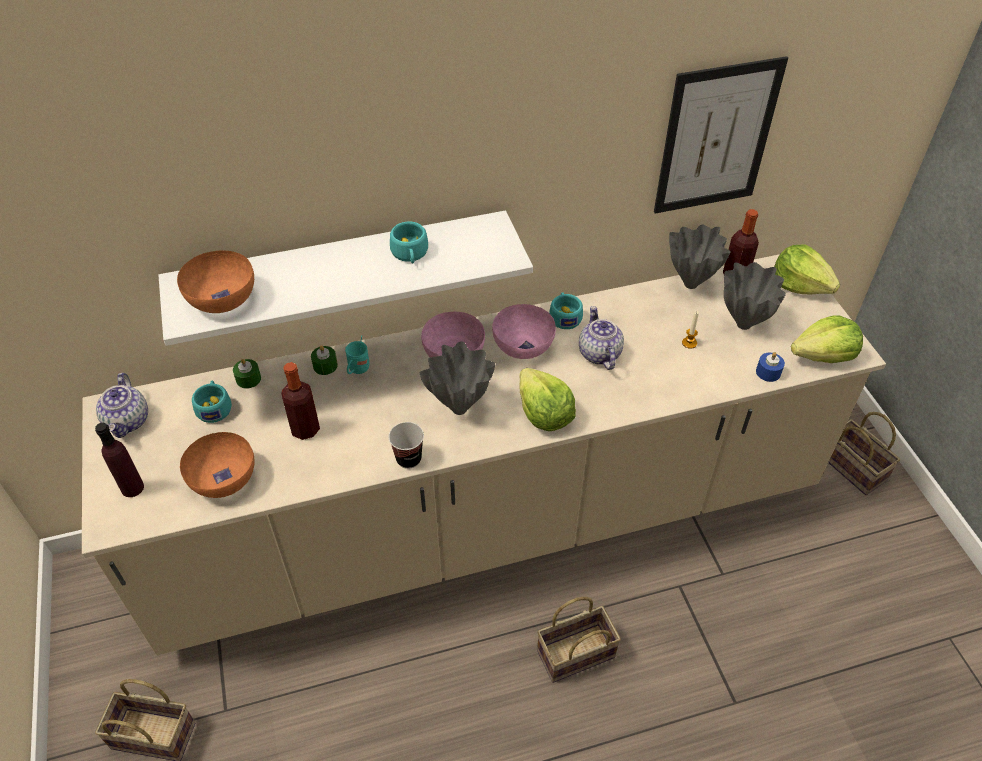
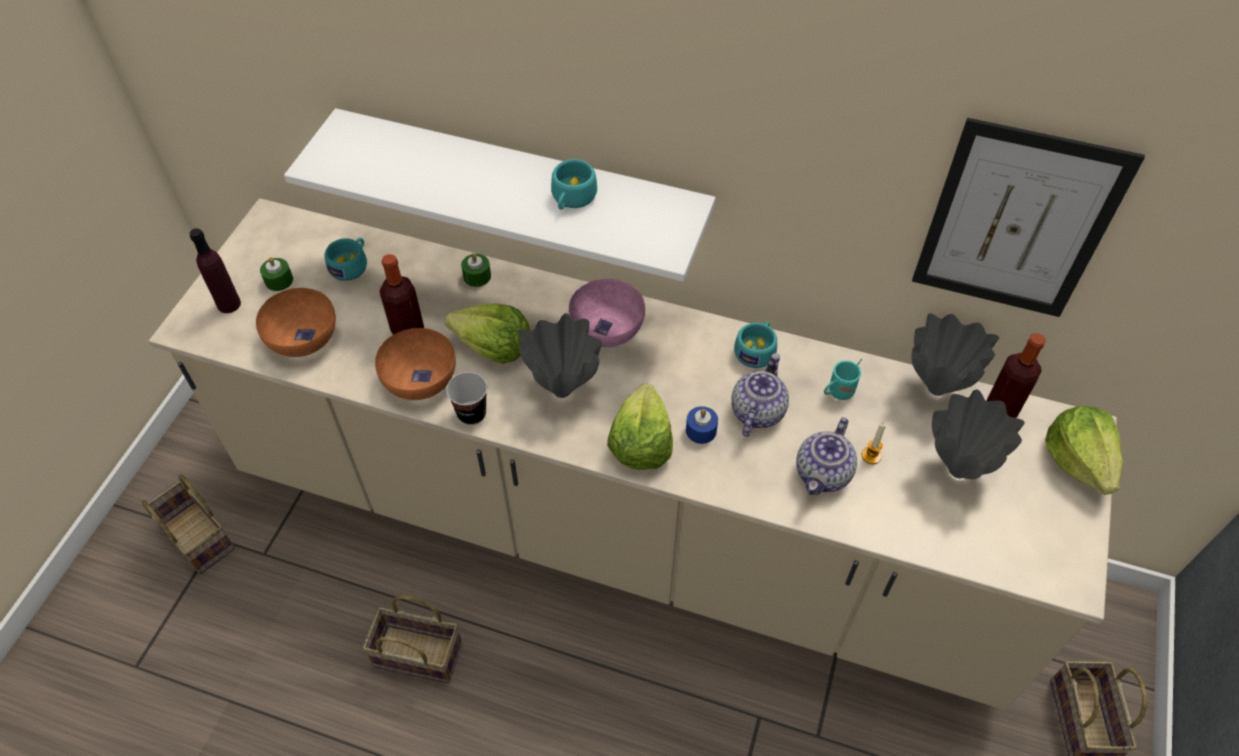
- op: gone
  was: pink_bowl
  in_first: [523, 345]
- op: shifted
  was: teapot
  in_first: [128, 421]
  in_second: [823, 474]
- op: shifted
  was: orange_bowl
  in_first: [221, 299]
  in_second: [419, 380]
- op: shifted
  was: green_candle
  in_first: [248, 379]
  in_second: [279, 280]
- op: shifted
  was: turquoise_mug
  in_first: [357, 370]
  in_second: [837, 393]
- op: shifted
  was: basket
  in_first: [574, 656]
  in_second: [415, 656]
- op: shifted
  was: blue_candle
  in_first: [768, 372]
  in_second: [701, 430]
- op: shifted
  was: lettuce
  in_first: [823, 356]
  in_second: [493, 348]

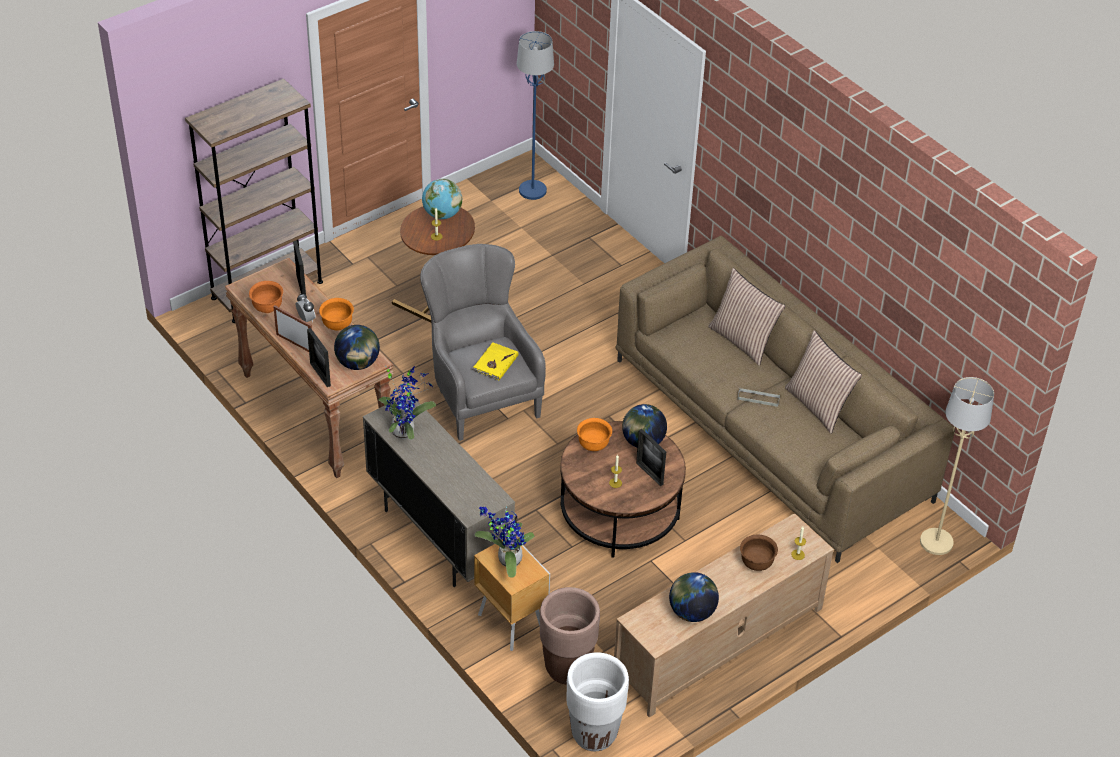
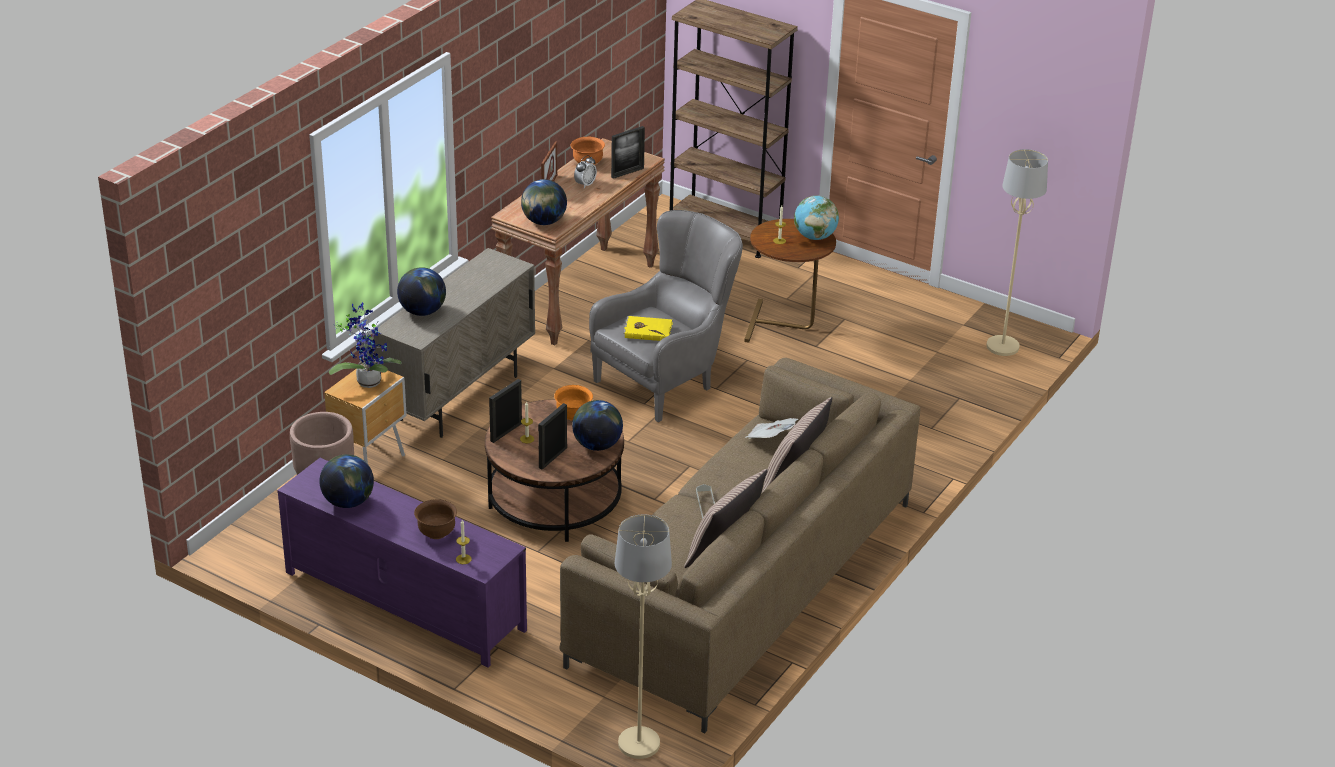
- op: gone
  was: orange_bowl
  in_first: [337, 325]
- op: gone
  was: potted_plant
  in_first: [405, 430]
- op: gone
  was: white_planter
  in_first: [594, 734]
- op: new
  now: globe
  in_second: [422, 311]
- op: new
  now: newspaper
  in_second: [770, 439]
- op: shifted
  was: picture_frame
  in_first: [320, 374]
  in_second: [506, 432]
- op: repainted
  was: blue_floor_lamp
  now: beige_floor_lamp
  in_first: [532, 190]
  in_second: [1003, 346]
- op: repainted
  was: beige_tv_stand
  now: purple_tv_stand
  in_first: [718, 643]
  in_second: [403, 600]

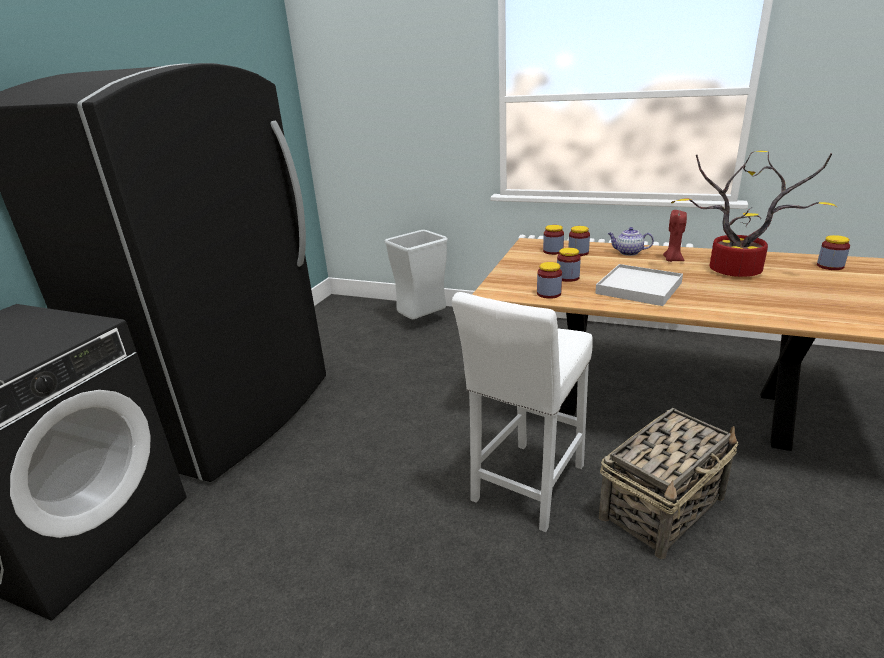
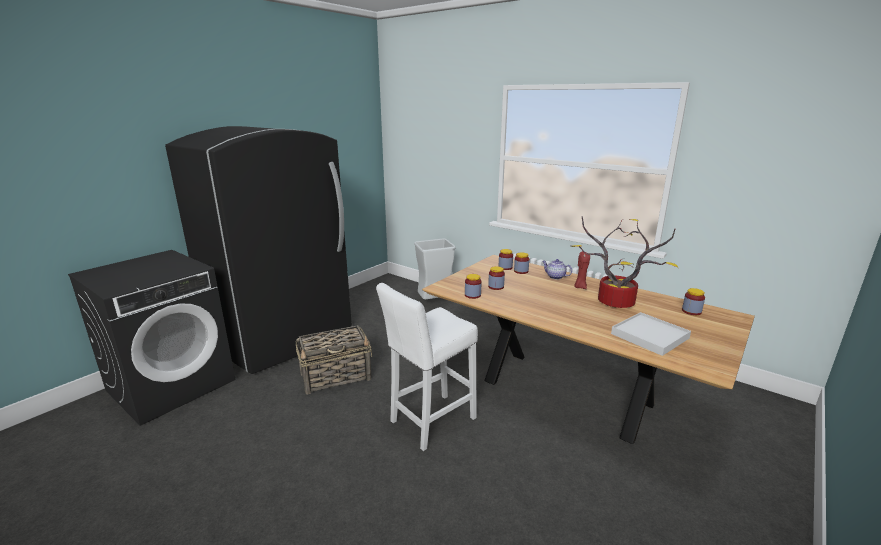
- op: shifted
  was: white_tray
  in_first: [638, 288]
  in_second: [649, 336]
- op: shifted
  was: basket
  in_first: [663, 507]
  in_second: [336, 376]

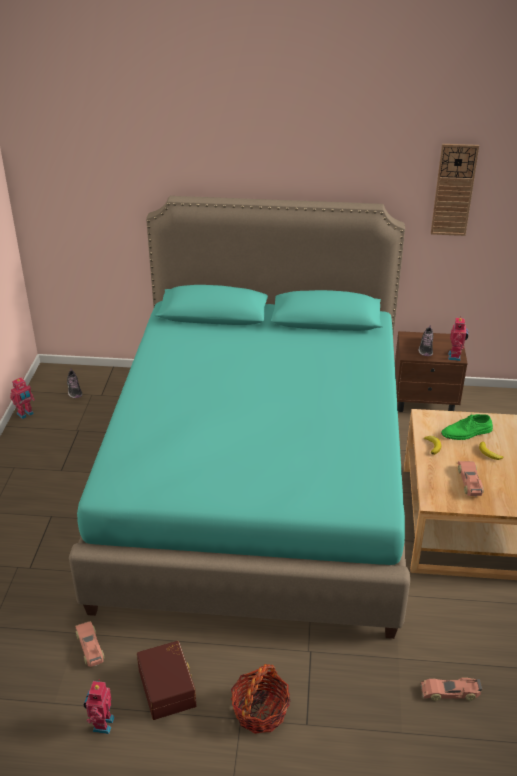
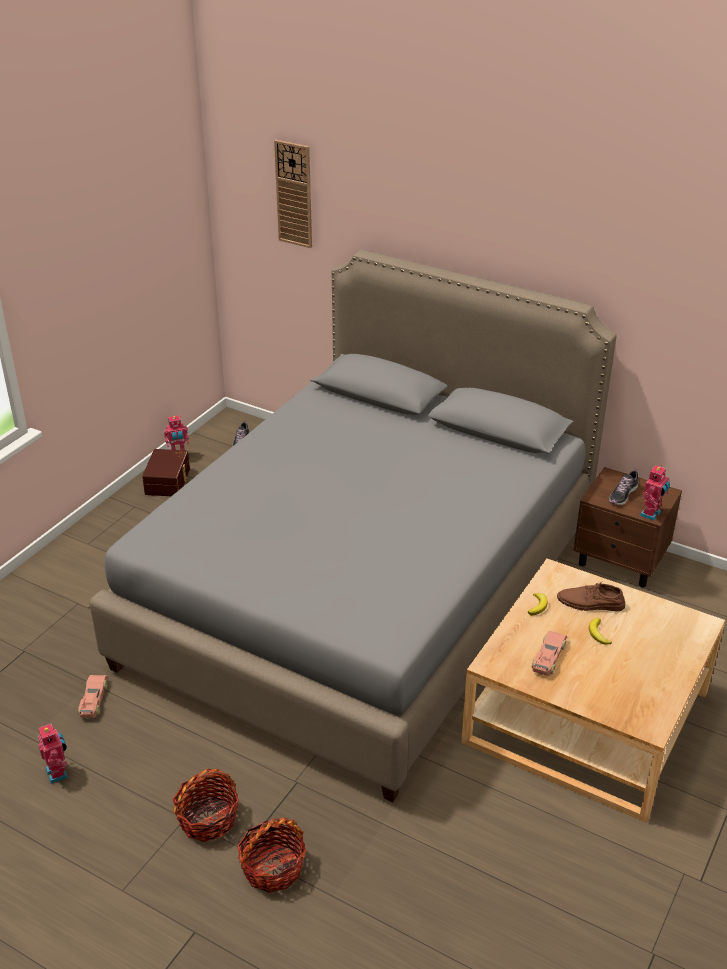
- op: gone
  was: toy_car
  in_first: [450, 692]
- op: new
  now: basket
  in_second: [272, 868]
- op: shifted
  was: brown_storage_box
  in_first: [168, 687]
  in_second: [169, 481]
- op: shifted
  was: wall_clock
  in_first: [453, 190]
  in_second: [294, 194]
- op: repainted
  was: turquoise_bed
  now: grey_bed
  in_first: [258, 482]
  in_second: [363, 594]
- op: repainted
  was: green_shoe
  now: brown_shoe
  in_first: [467, 432]
  in_second: [590, 603]
- op: rotated
  was: toy_robot
  in_first: [101, 724]
  in_second: [58, 773]
  clockwise: 120

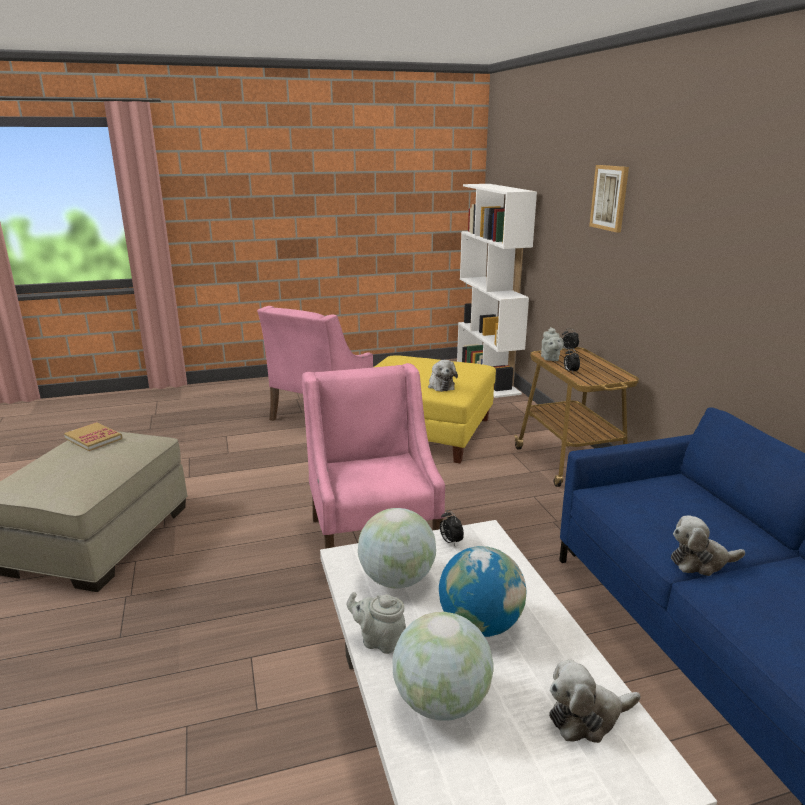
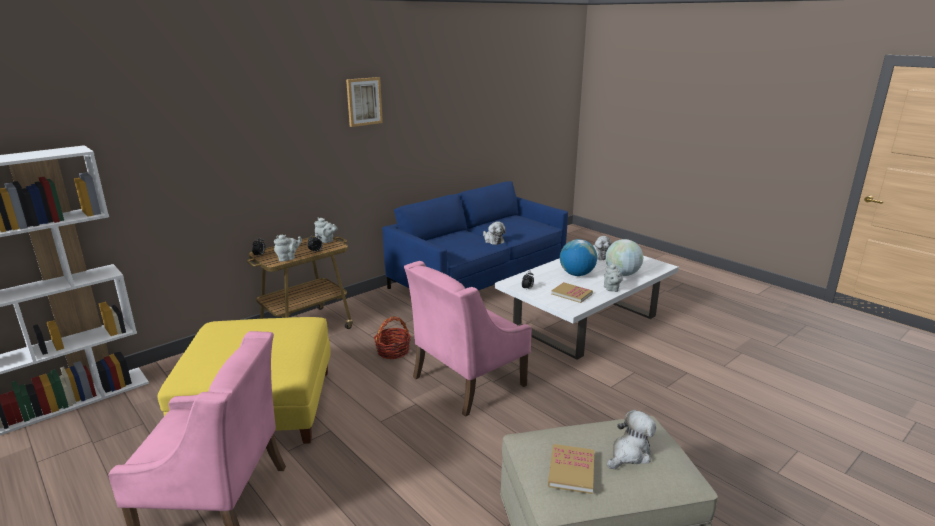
- op: new
  now: grey_teapot
  in_second: [326, 241]
- op: new
  now: basket
  in_second: [393, 351]
- op: shifted
  was: plush_toy
  in_first: [440, 385]
  in_second: [629, 454]
- op: shifted
  was: picture
  in_first: [610, 198]
  in_second: [364, 101]
- op: swapped
  was: globe
  now: book
  in_first: [396, 580]
  in_second: [571, 294]

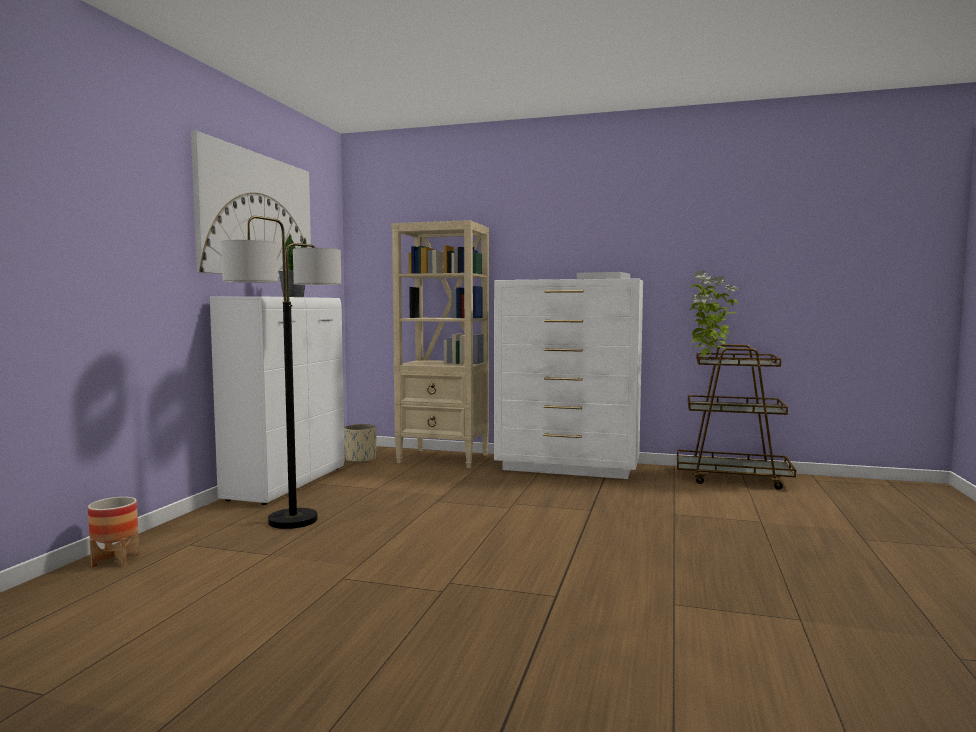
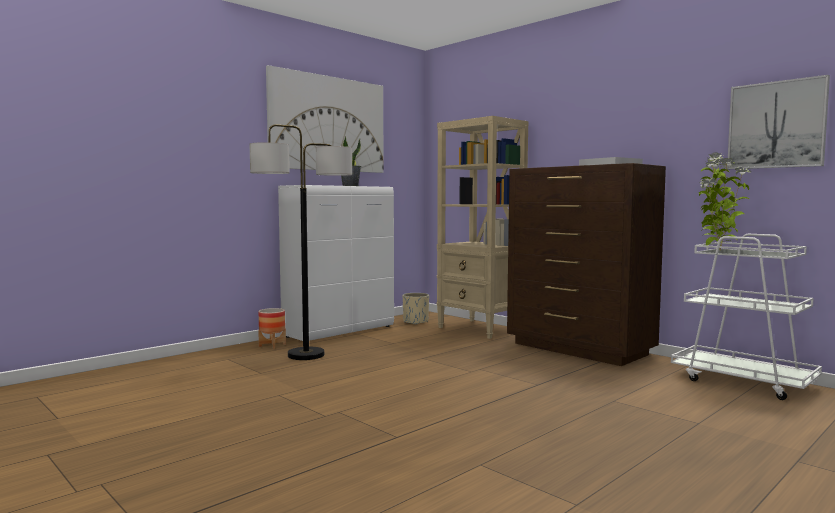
- op: new
  now: picture
  in_second: [776, 125]
- op: shifted
  was: planter
  in_first: [115, 560]
  in_second: [272, 345]
- op: repainted
  was: white_dresser
  now: brown_dresser
  in_first: [568, 467]
  in_second: [579, 349]
- op: repainted
  was: brown_cart
  now: white_cart
  in_first: [732, 478]
  in_second: [743, 381]

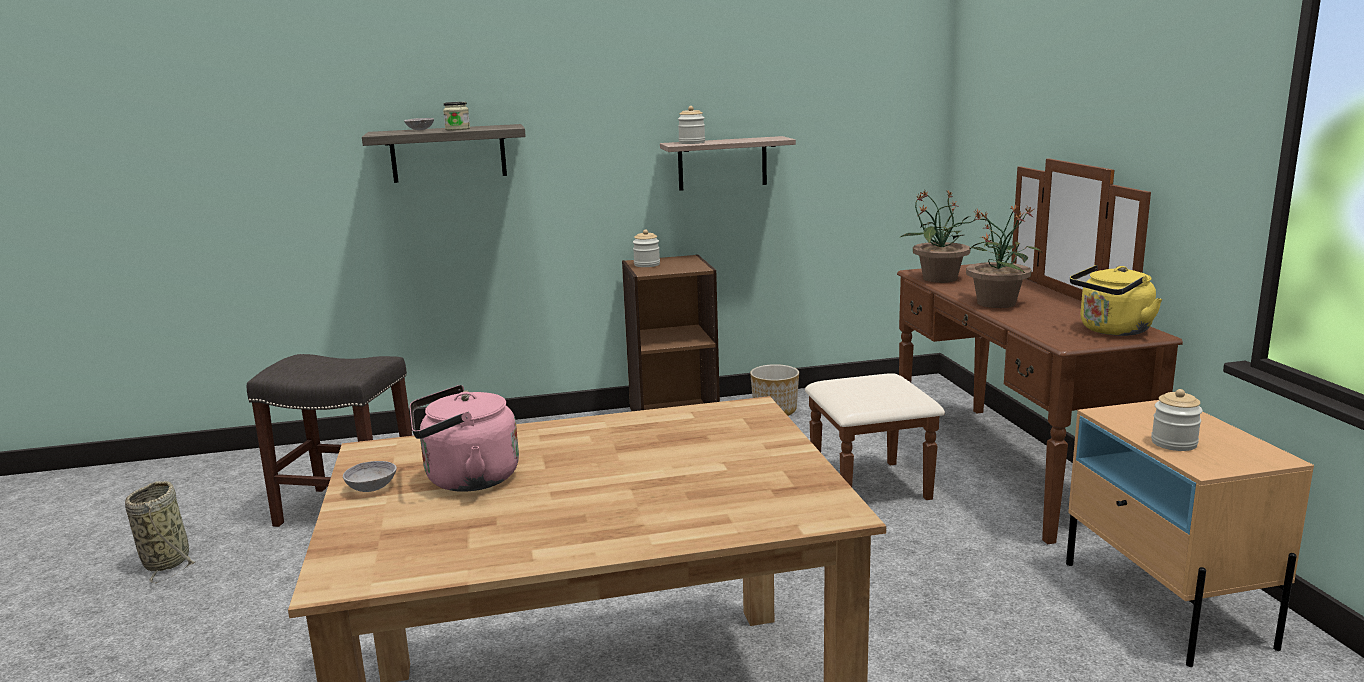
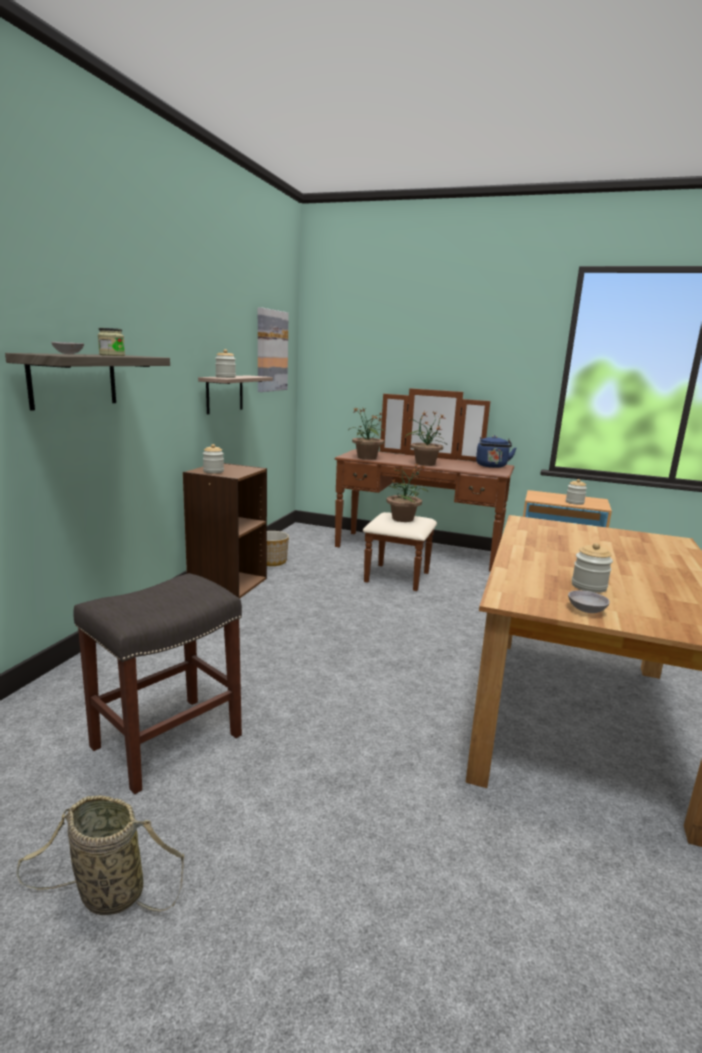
- op: new
  now: picture
  in_second: [271, 351]
- op: new
  now: potted_plant
  in_second: [403, 519]
- op: swapped
  was: pink_kettle
  now: jar
  in_first: [466, 480]
  in_second: [588, 586]
- op: repainted
  was: yellow_kettle
  now: blue_kettle
  in_first: [1112, 331]
  in_second: [492, 466]

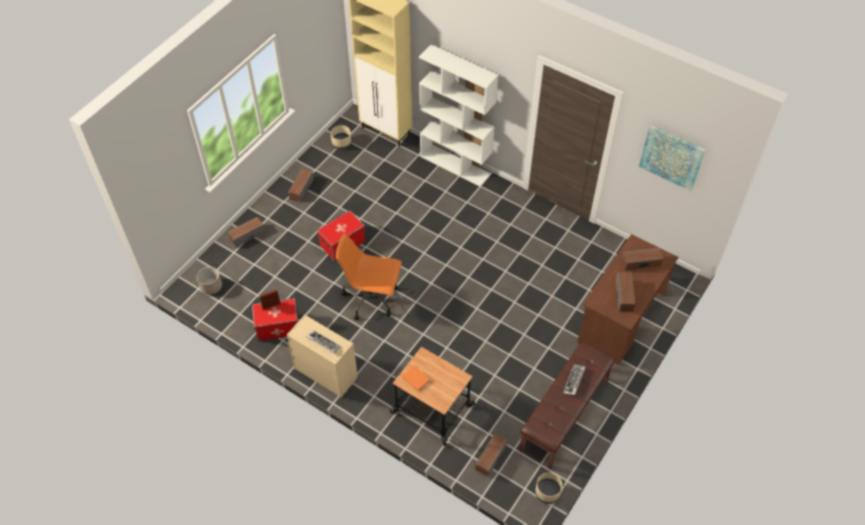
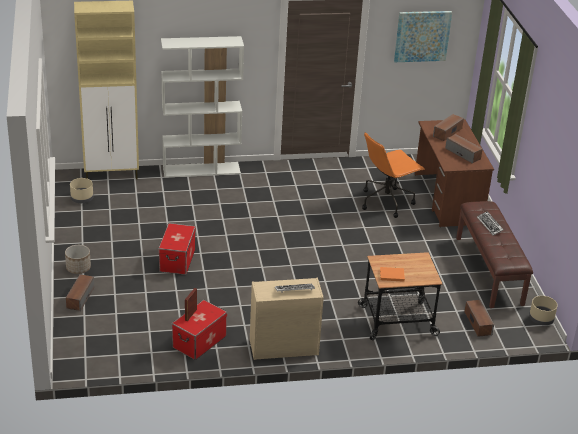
- op: gone
  was: speaker
  in_first: [301, 189]
- op: shifted
  was: planter
  in_first: [211, 286]
  in_second: [78, 268]
- op: shifted
  was: orange_office_chair
  in_first: [371, 298]
  in_second: [387, 201]

